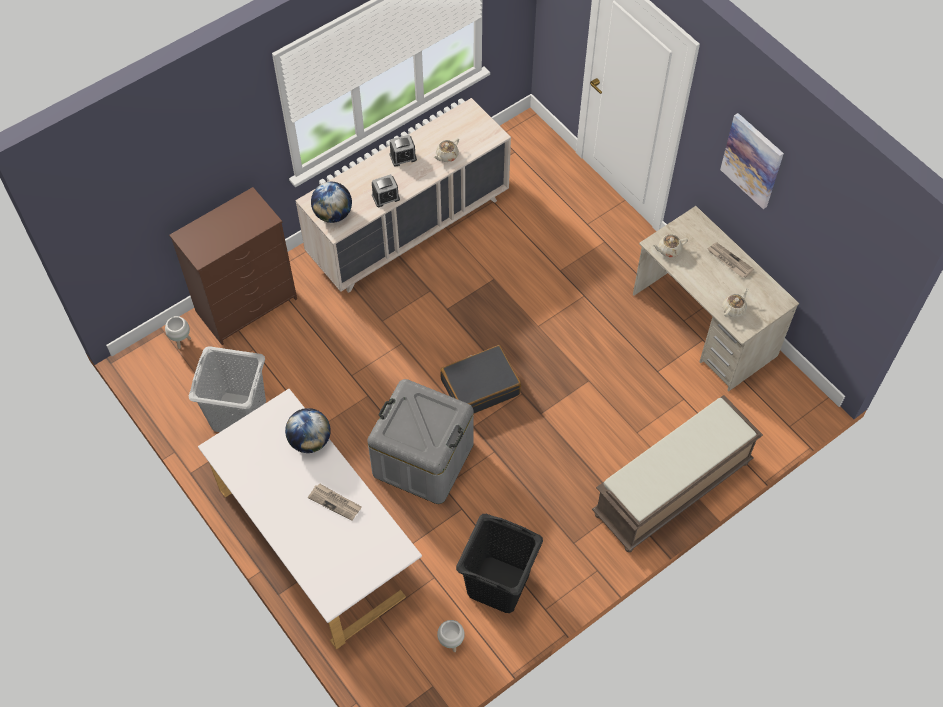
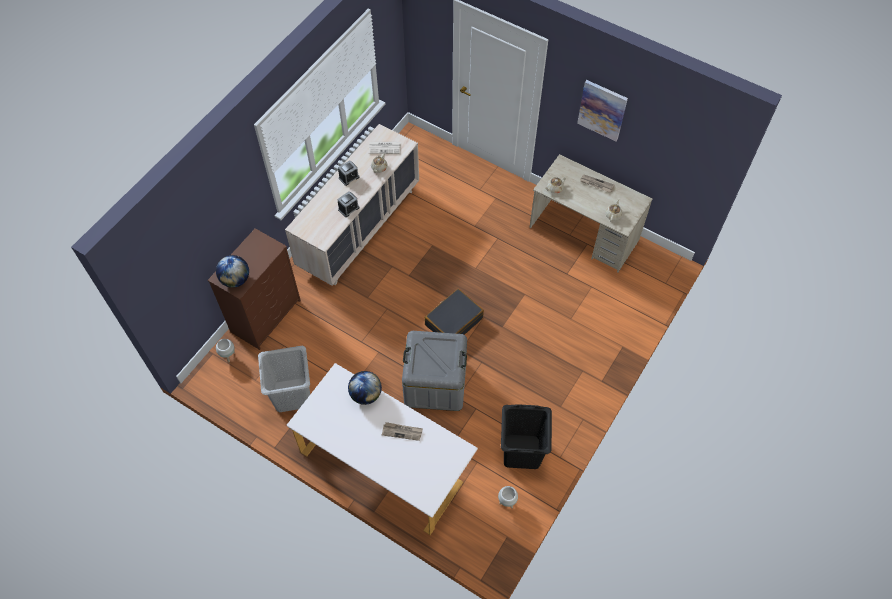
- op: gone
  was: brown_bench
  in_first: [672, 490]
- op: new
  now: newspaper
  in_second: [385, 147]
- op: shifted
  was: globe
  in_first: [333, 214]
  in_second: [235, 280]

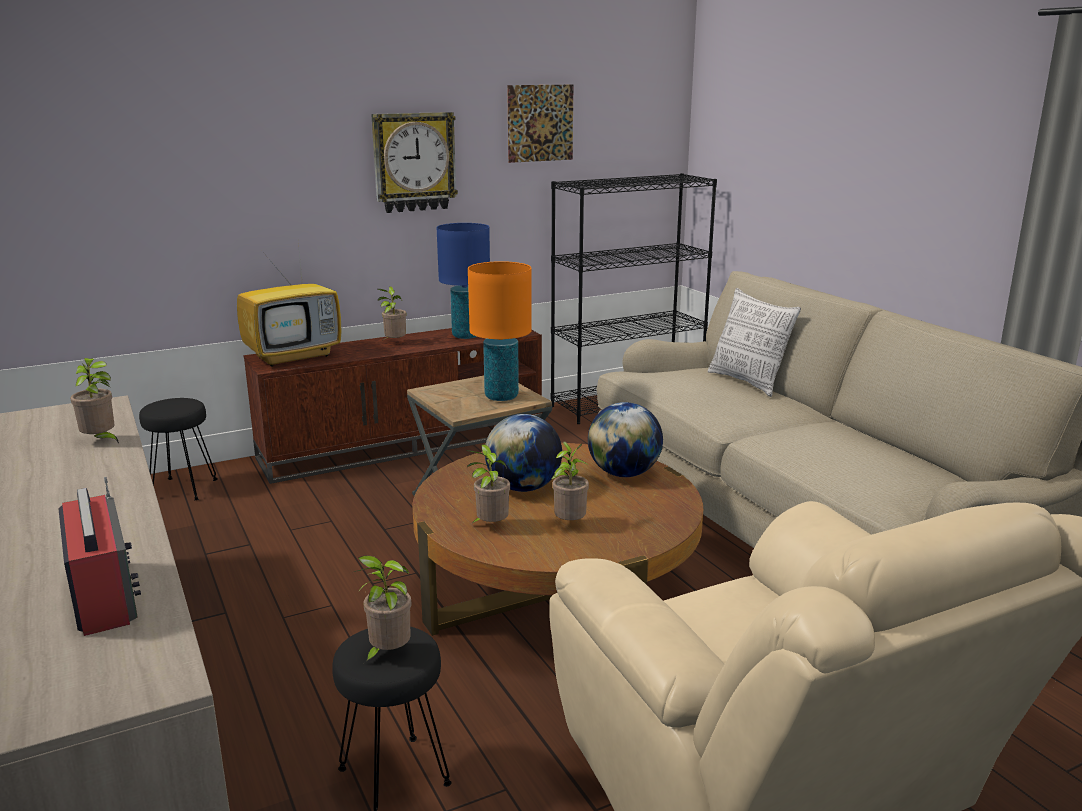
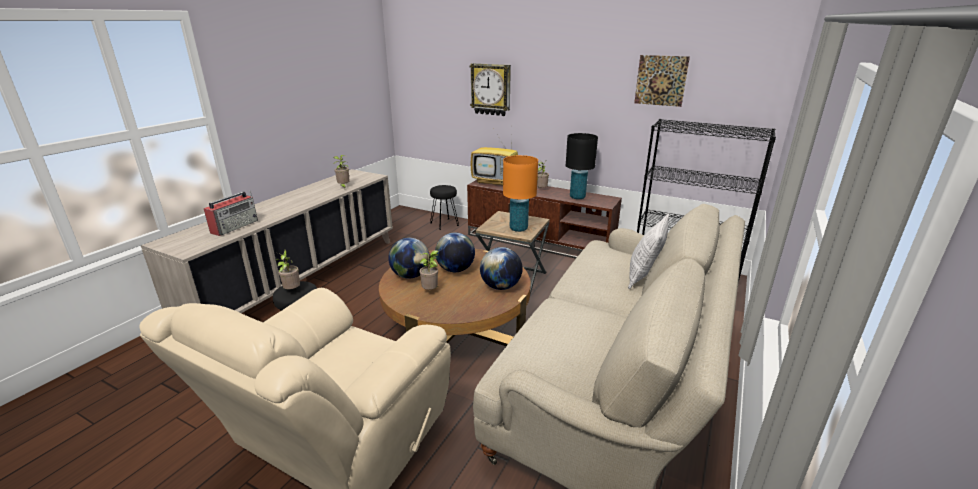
- op: shifted
  was: wall_clock
  in_first: [414, 162]
  in_second: [491, 89]
- op: swapped
  was: potted_plant
  now: globe
  in_first: [490, 526]
  in_second: [410, 275]
- op: repainted
  was: blue_table_lamp
  now: black_table_lamp
  in_first: [466, 336]
  in_second: [577, 197]

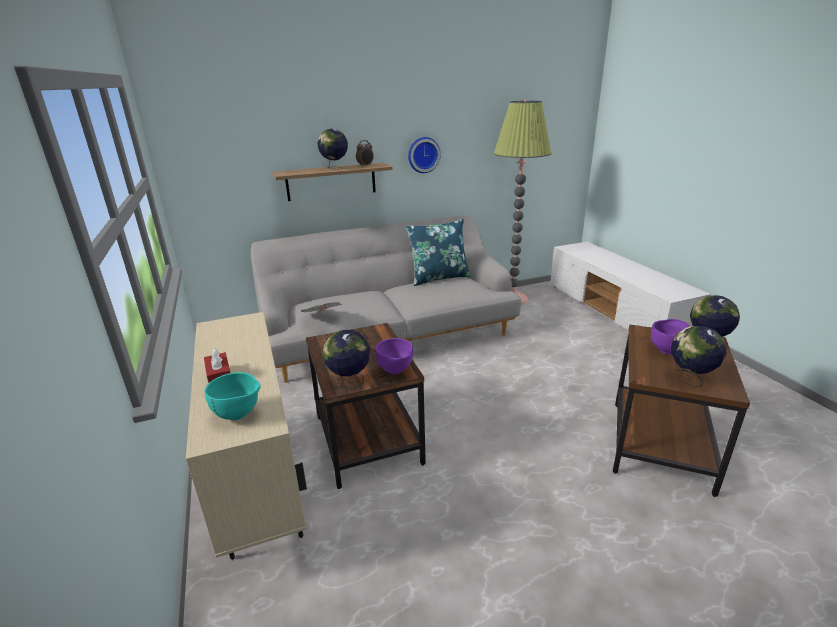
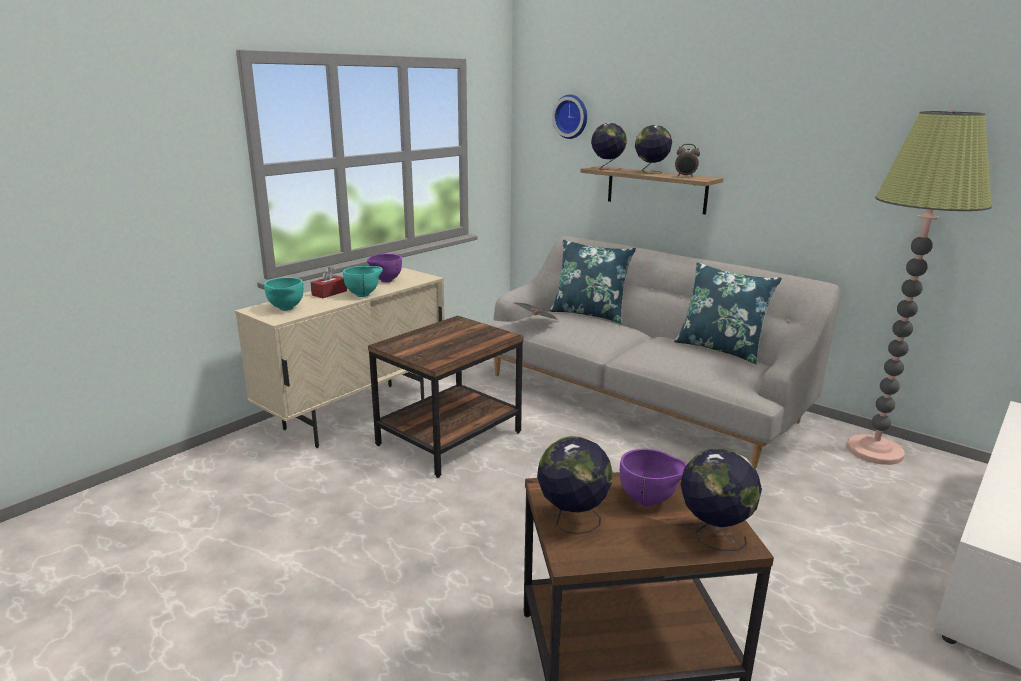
- op: new
  now: turquoise_bowl
  in_second: [364, 295]
- op: new
  now: blue_pillow
  in_second: [589, 314]
- op: shifted
  was: globe
  in_first: [349, 383]
  in_second: [607, 169]
- op: shifted
  was: purple_bowl
  in_first: [396, 372]
  in_second: [385, 281]
- op: shifted
  was: wall_clock
  in_first: [423, 155]
  in_second: [572, 116]

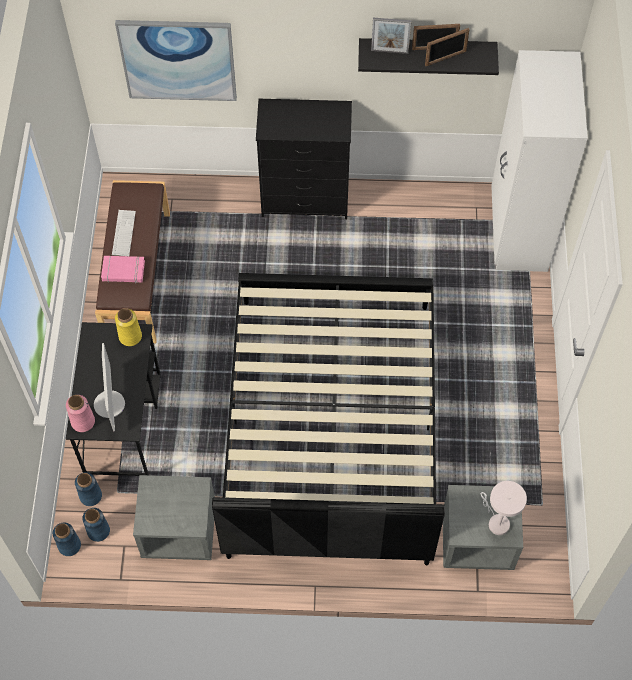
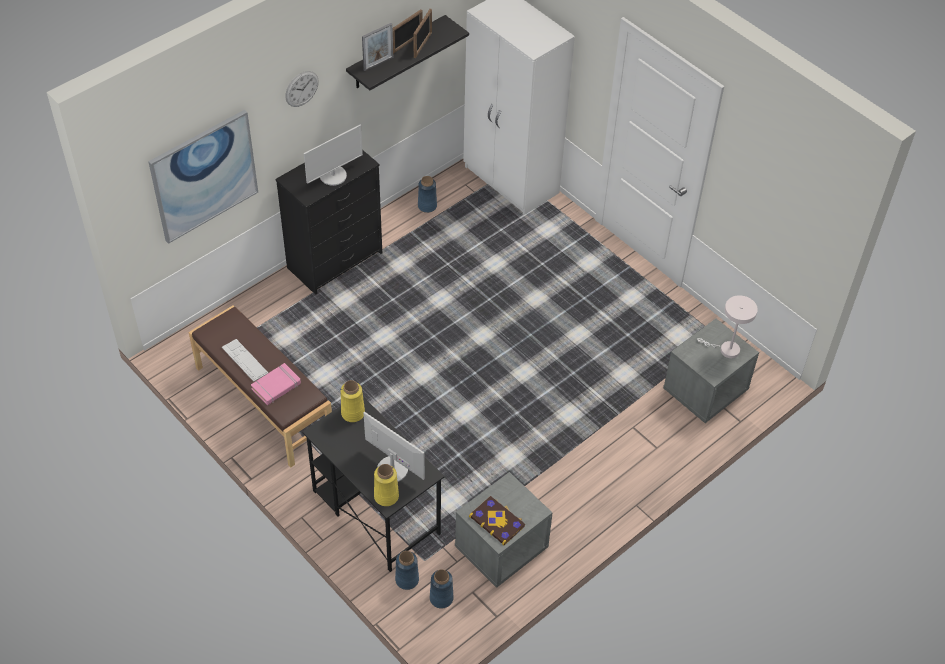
- op: gone
  was: black_bed
  in_first: [330, 426]
- op: new
  now: wall_clock
  in_second: [301, 88]
- op: new
  now: monitor
  in_second: [333, 176]
- op: new
  now: book
  in_second: [497, 521]
- op: shifted
  was: blue_vase
  in_first: [69, 545]
  in_second: [427, 206]
- op: repainted
  was: pink_vase
  now: yellow_vase
  in_first: [82, 421]
  in_second: [386, 496]

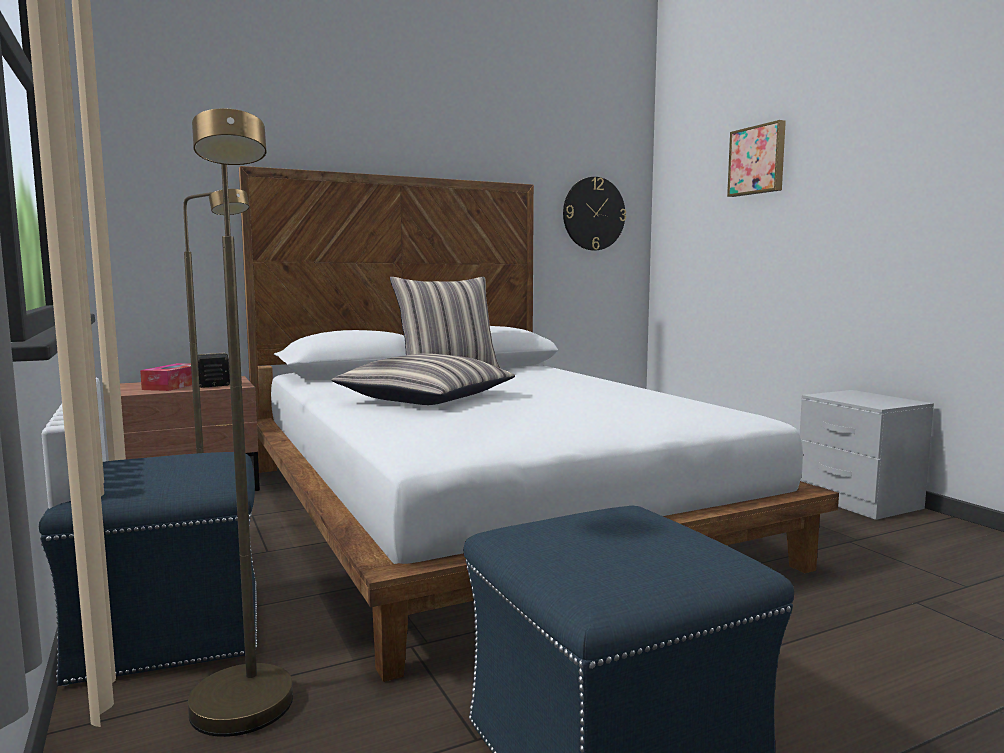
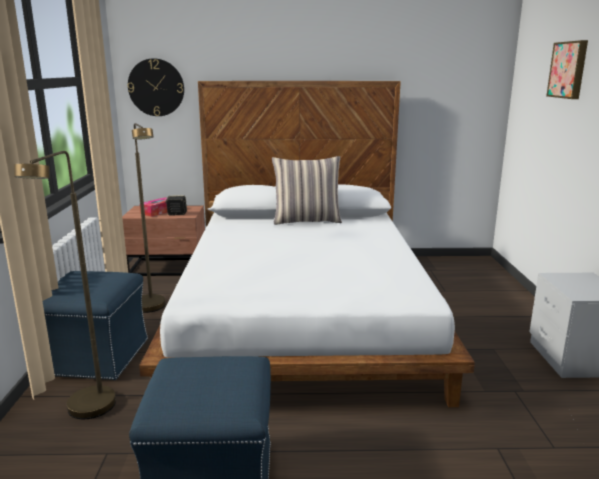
- op: gone
  was: pillow
  in_first: [426, 399]
- op: shifted
  was: wall_clock
  in_first: [593, 214]
  in_second: [156, 87]

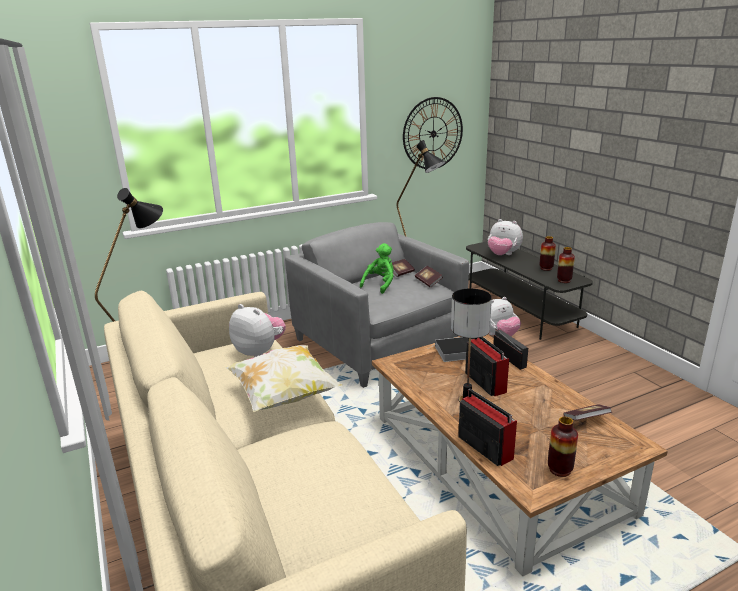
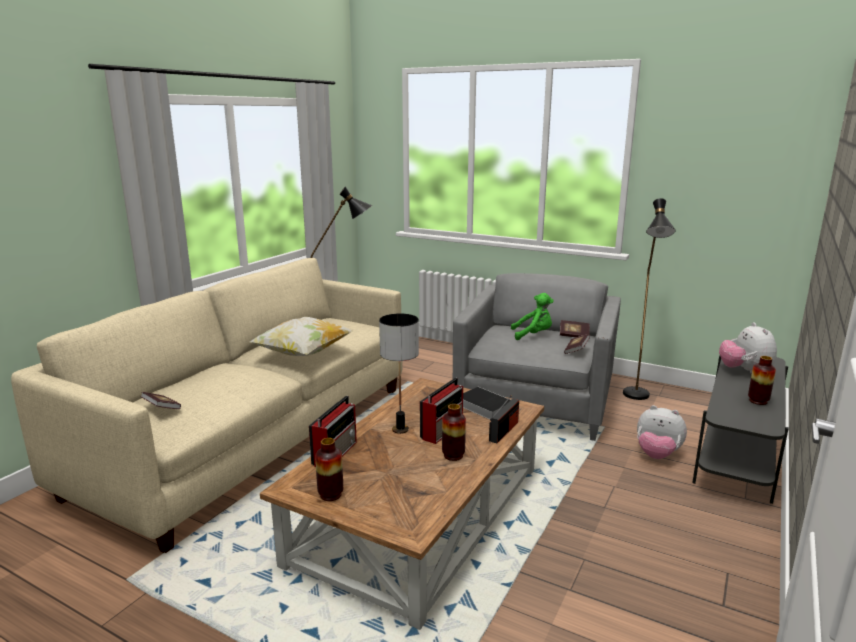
- op: gone
  was: plush_toy
  in_first: [259, 352]
- op: gone
  was: wall_clock
  in_first: [433, 134]
- op: shifted
  was: vase
  in_first: [564, 281]
  in_second: [453, 455]
- op: shifted
  was: book
  in_first: [586, 420]
  in_second: [161, 408]

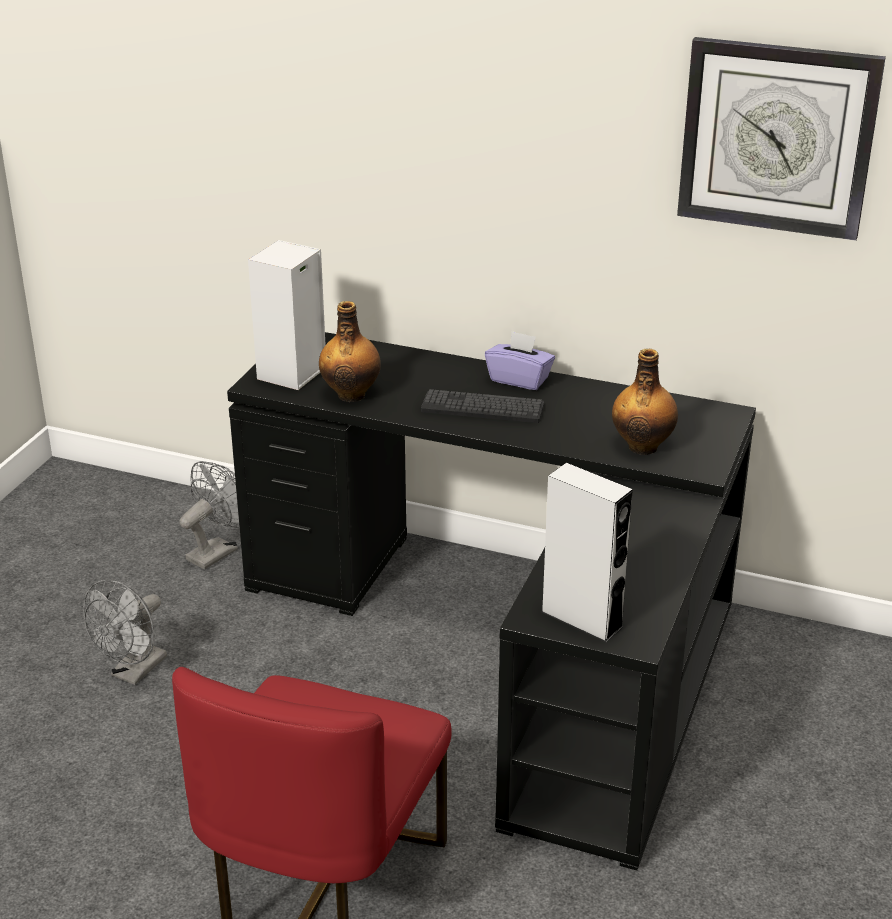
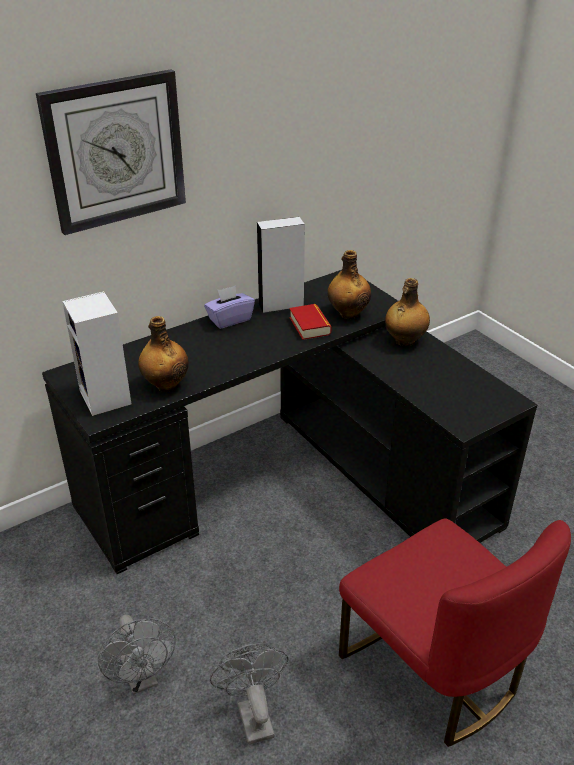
- op: gone
  was: keyboard
  in_first: [482, 408]
- op: new
  now: book
  in_second: [309, 326]
- op: new
  now: bottle
  in_second: [404, 341]
- op: shifted
  was: grey_fan
  in_first: [217, 551]
  in_second: [252, 714]
- op: shifted
  was: grey_speaker
  in_first: [582, 619]
  in_second: [281, 305]
- op: shifted
  was: wall_clock
  in_first: [777, 138]
  in_second: [115, 151]

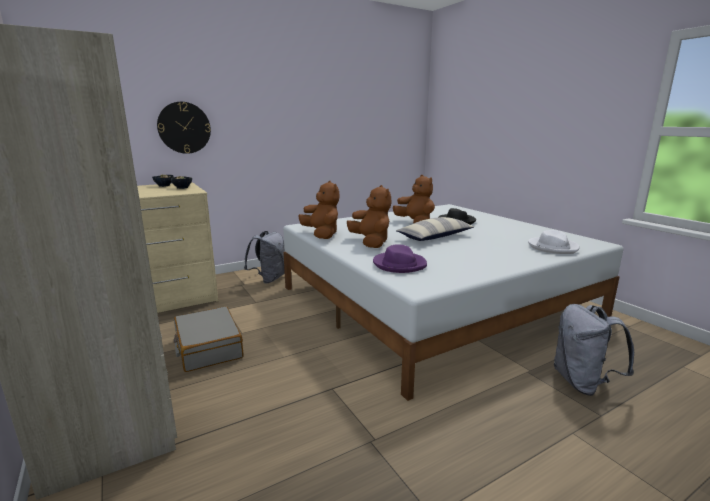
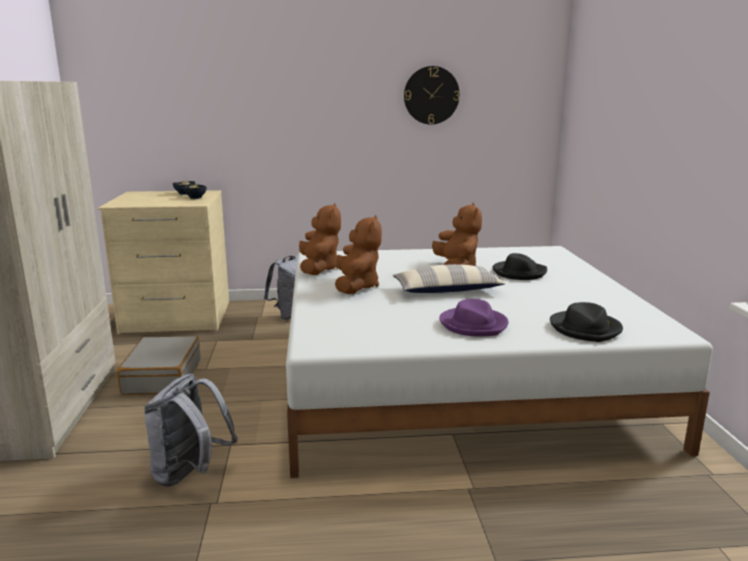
- op: shifted
  was: wall_clock
  in_first: [184, 128]
  in_second: [431, 95]
- op: shifted
  was: purple_hat
  in_first: [399, 264]
  in_second: [474, 324]
- op: shifted
  was: grey_backpack
  in_first: [582, 383]
  in_second: [190, 474]
- op: repainted
  was: white_hat
  now: black_hat
  in_first: [553, 247]
  in_second: [585, 329]

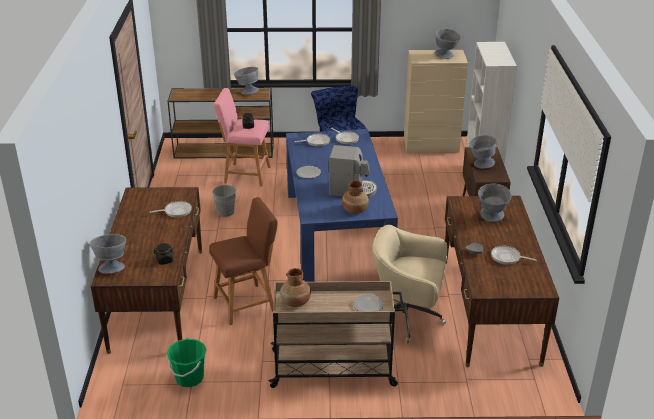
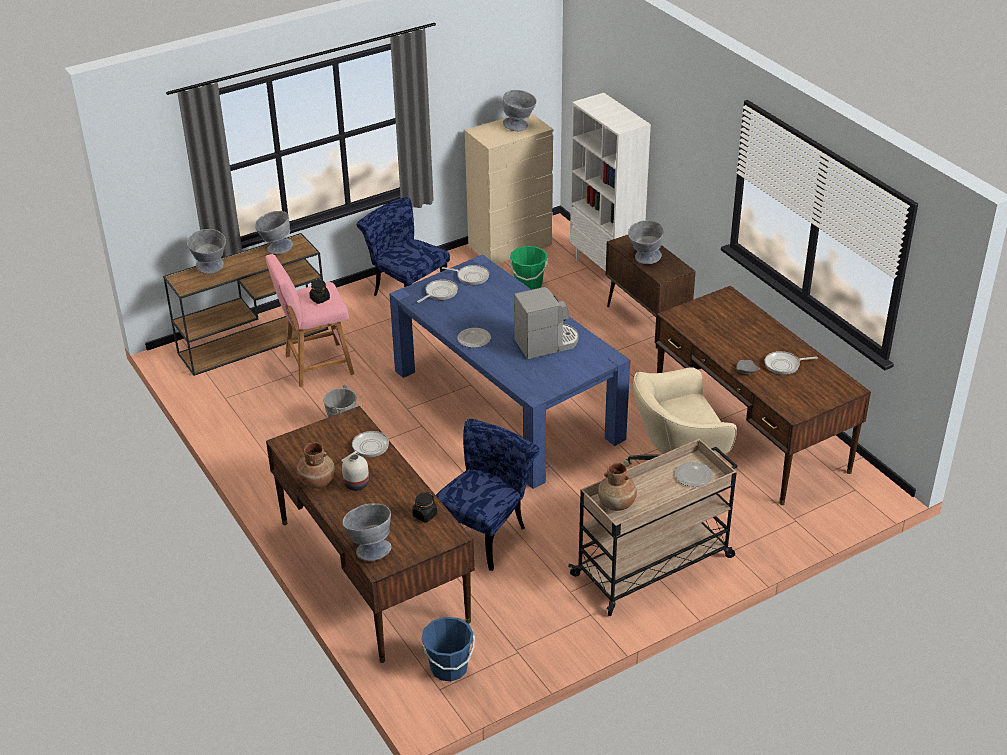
- op: new
  now: white_vase
  in_second: [357, 484]
- op: new
  now: blue_bucket
  in_second: [449, 668]
- op: shifted
  was: green_bucket
  in_first: [189, 378]
  in_second: [528, 284]
- op: shifted
  was: brown_vase
  in_first: [355, 210]
  in_second: [317, 481]
- op: shifted
  was: grey_bowl
  in_first: [491, 218]
  in_second: [210, 269]
- op: swapped
  was: brown_stool
  now: blue_chair
  in_first: [247, 303]
  in_second: [486, 531]

